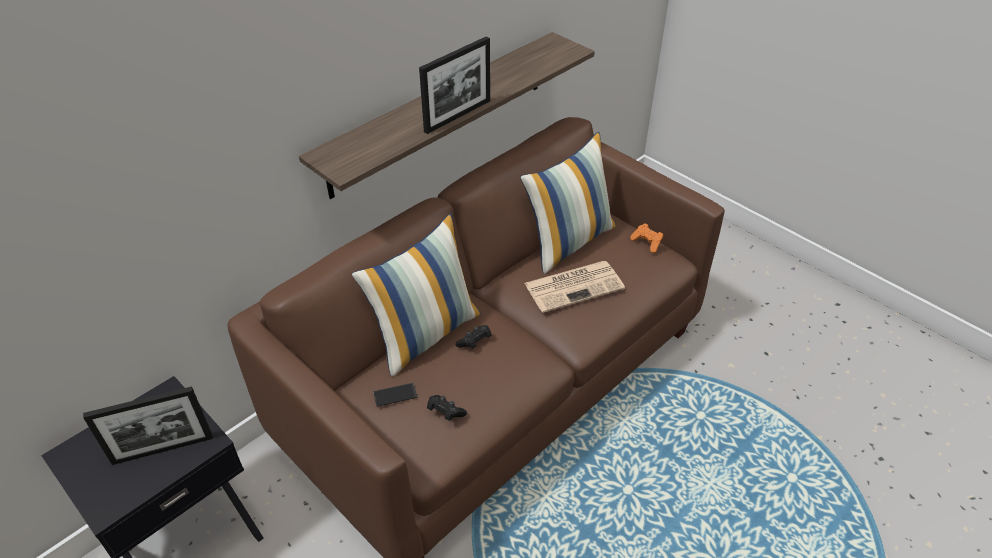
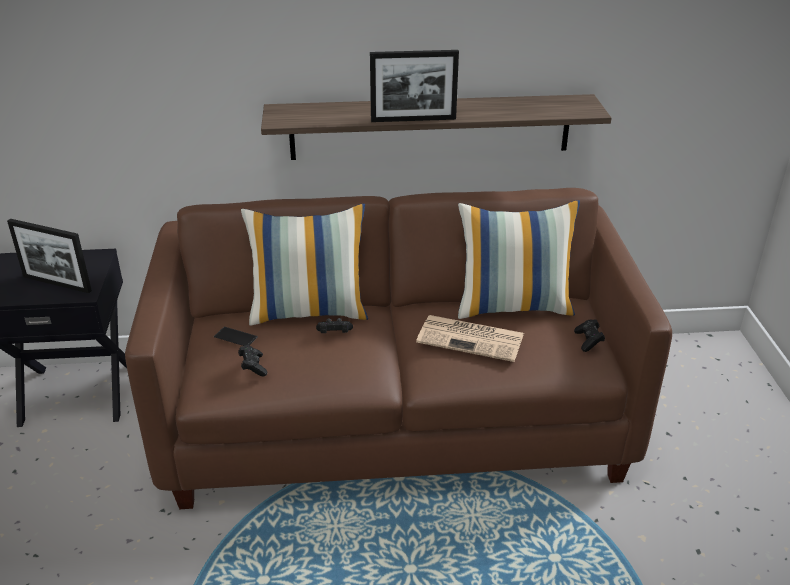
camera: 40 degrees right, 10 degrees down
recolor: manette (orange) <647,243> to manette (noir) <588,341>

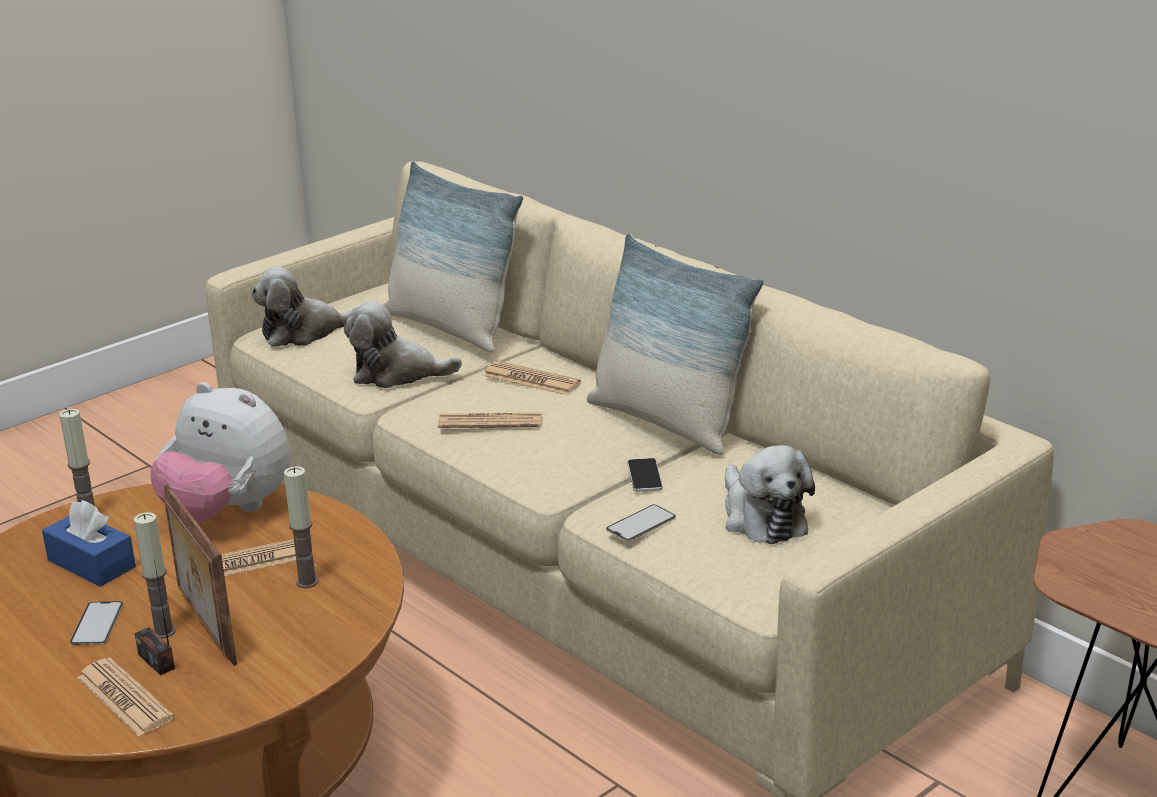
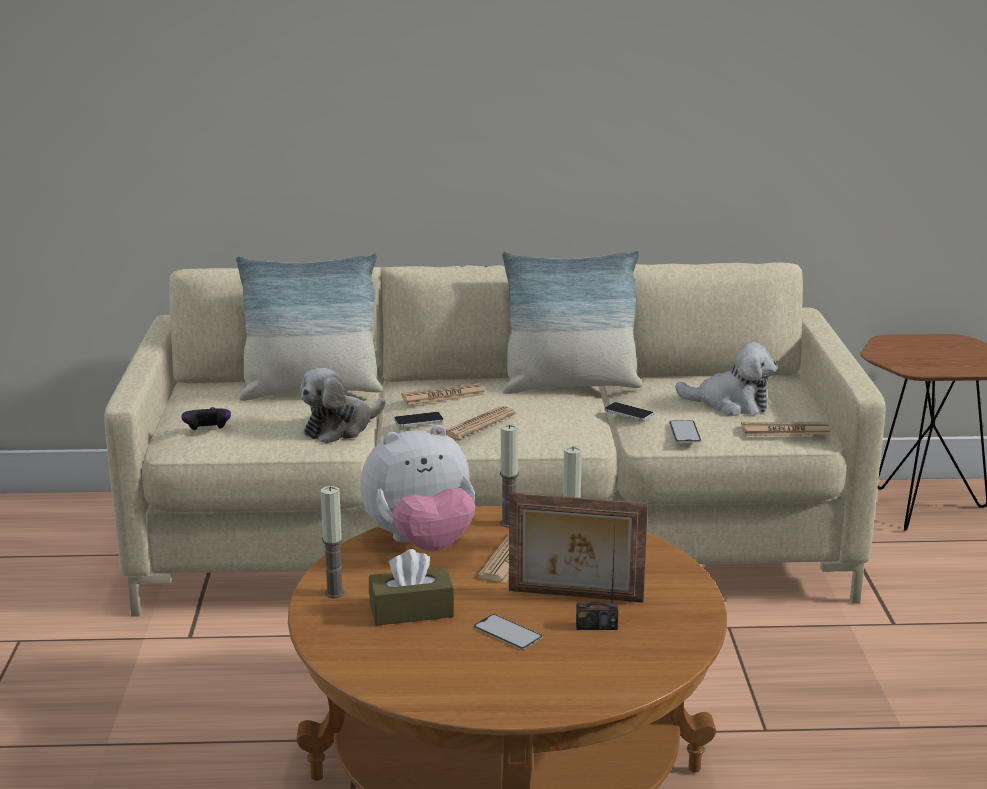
camera: 50 degrees left, 5 degrees down
insert: téléphone <418,420>
move: journal <124,698> to <785,430>; bougie <164,632> to <509,523>
replace: peluche <304,332> to manette <207,432>
recolor: boîte à mouchoirs (bleu) <91,564> to boîte à mouchoirs (marron) <411,611>

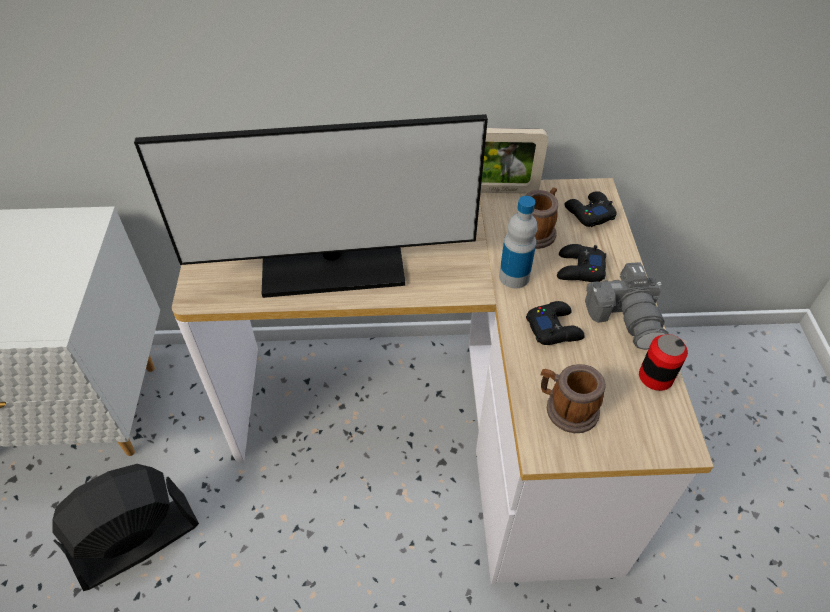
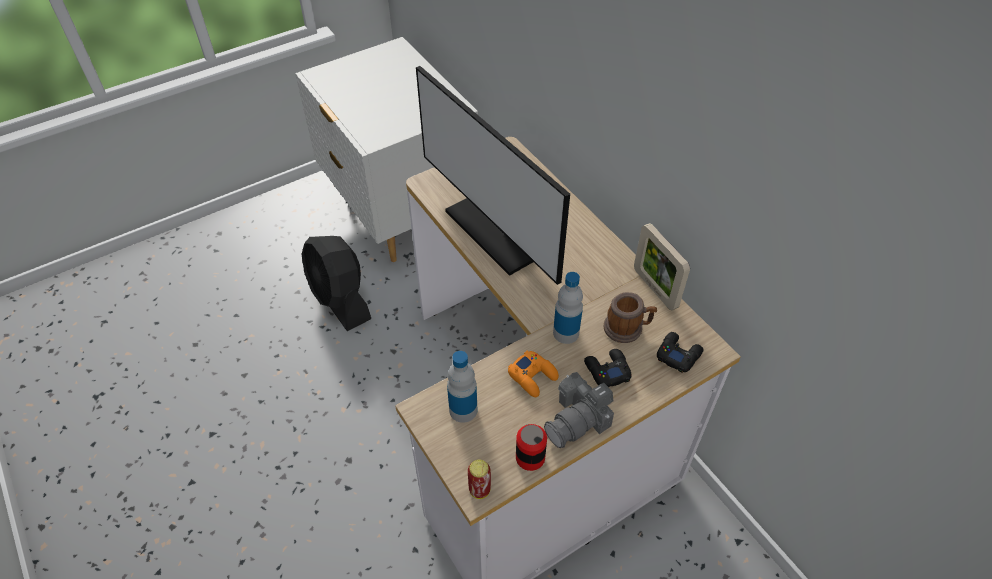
camera: 60 degrees right, 0 degrees up
insert: boîte métallique <479,490>
replace: mug <566,408> to bouteille <463,410>
recolor: manette (noir) <554,328> to manette (orange) <533,376>
rotate: ventilateur (noir) <136,542> = <340,300> 150 degrees counterclockwise

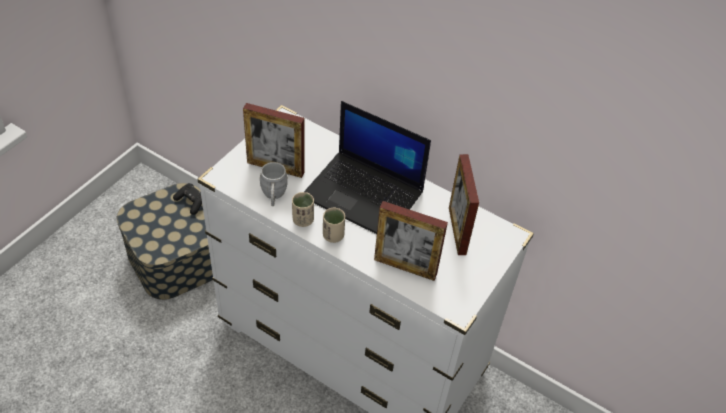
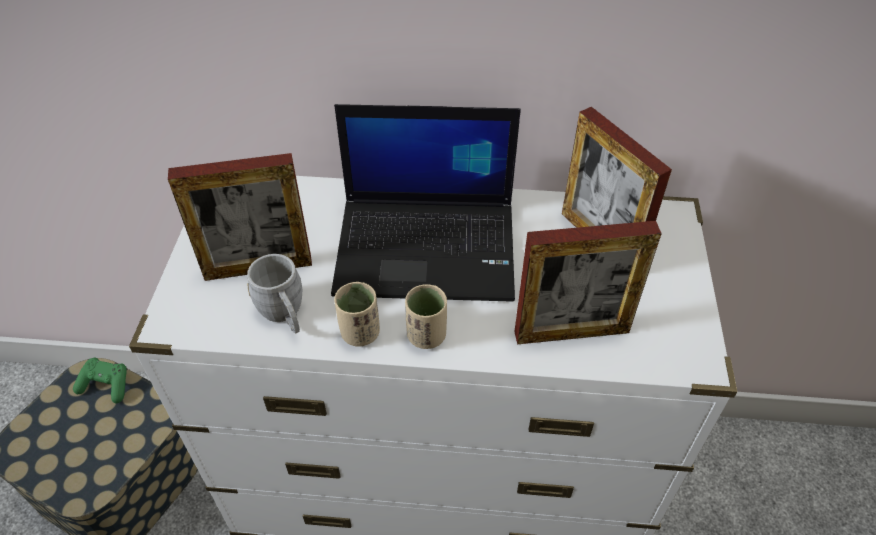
camera: 25 degrees left, 0 degrees up
recolor: manette (noir) <191,202> to manette (vert) <106,385>

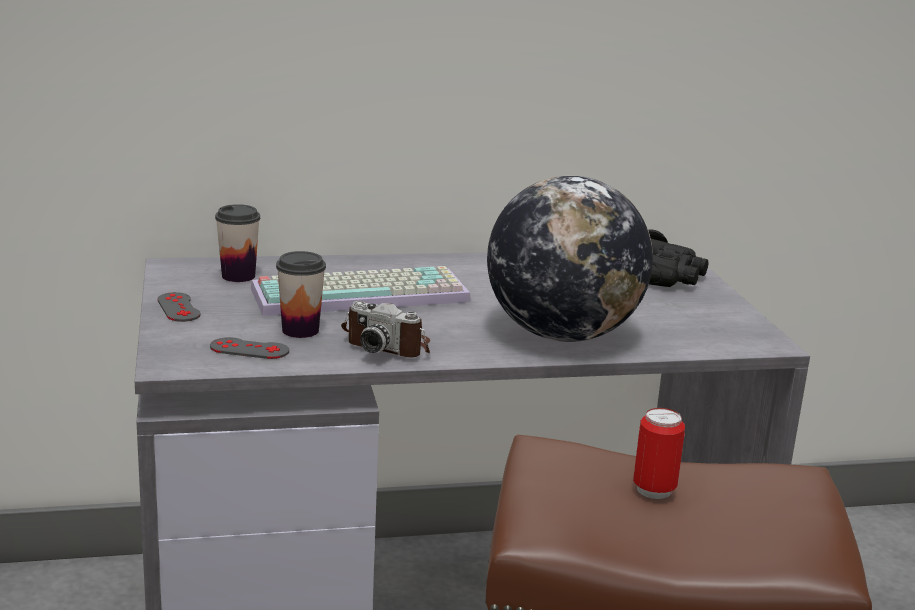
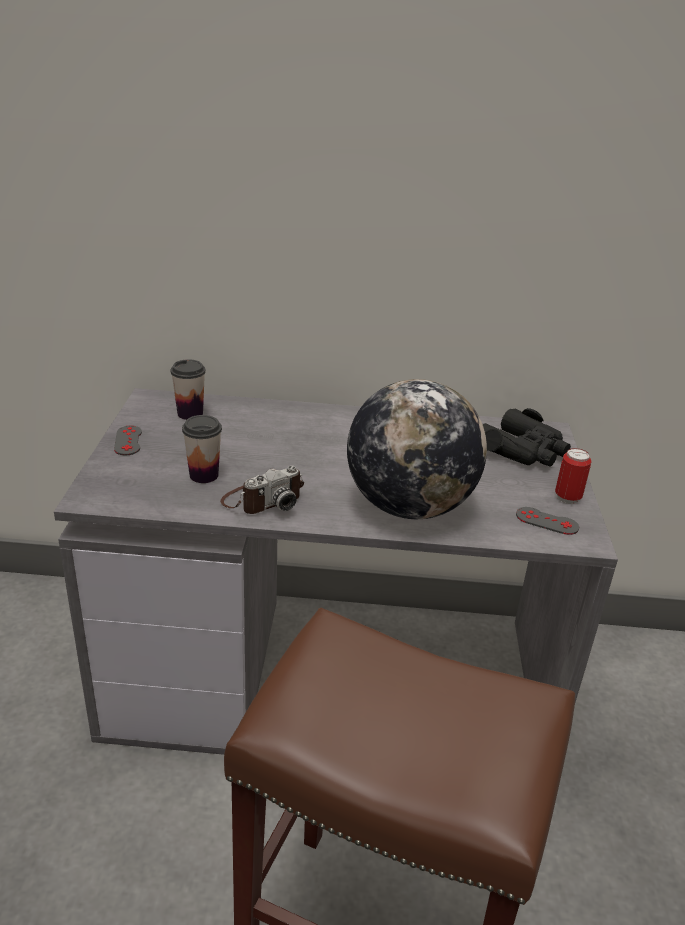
camera: 15 degrees right, 10 degrees up
delete: clavier <362,293>
move: manette (gris) <249,349> to <547,521>; boîte métallique <654,490> to <567,497>
rotate: appareil photo <389,345> = <263,499> 75 degrees counterclockwise

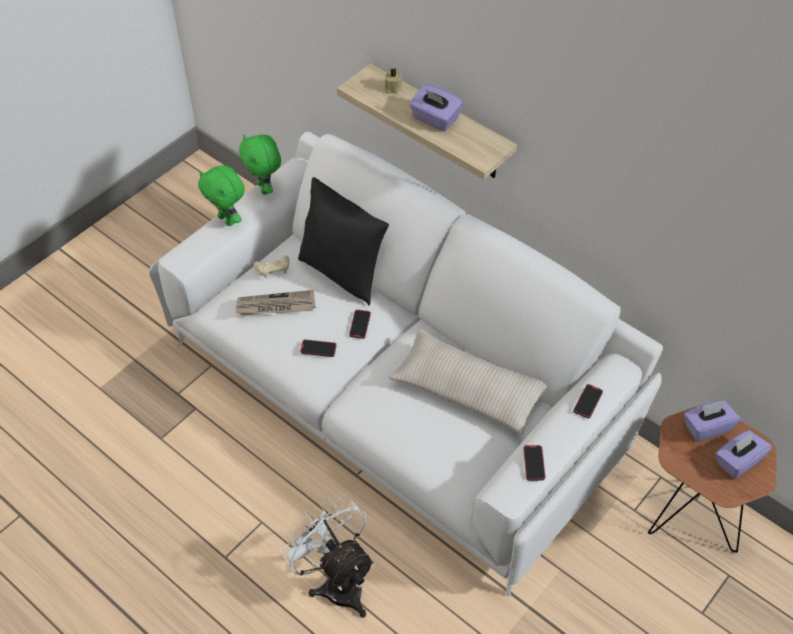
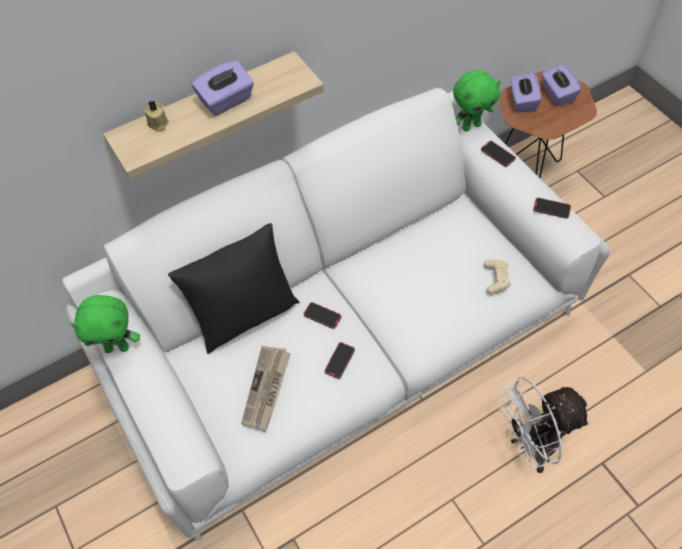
camera: 70 degrees left, 5 degrees up
delete: coussin (beige) <468,389>
move: peluche (vert) <227,220> to <471,126>; manette (beige) <273,269> to <496,279>

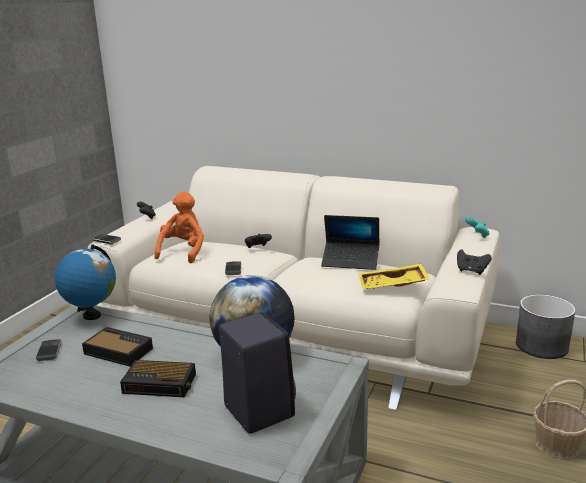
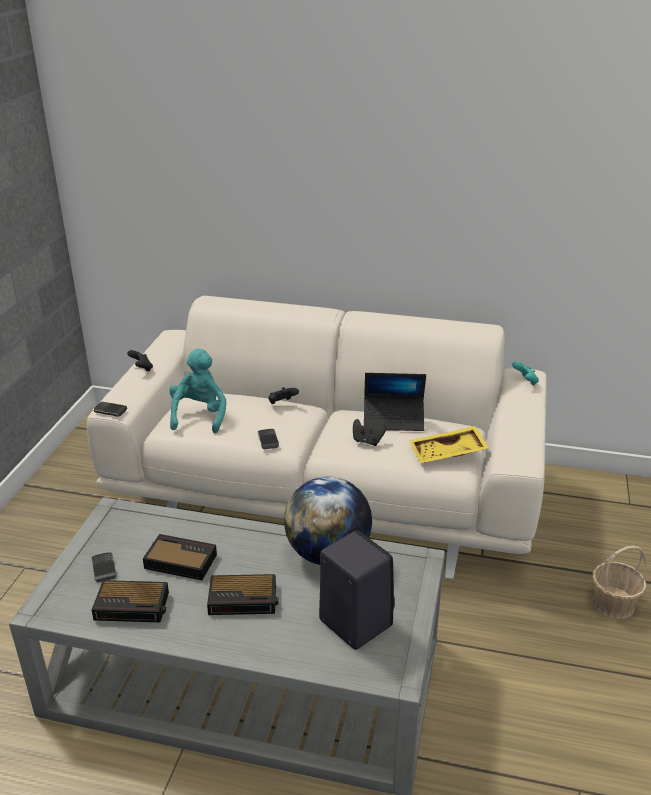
camera: 10 degrees left, 10 degrees up
delete: globe <92,315>; cache-pot (gris) <542,346>
insert: réveil <133,606>
move: manette (noir) <471,271> to <367,441>
recolor: peluche (orange) <183,251> to peluche (turquoise) <199,415>

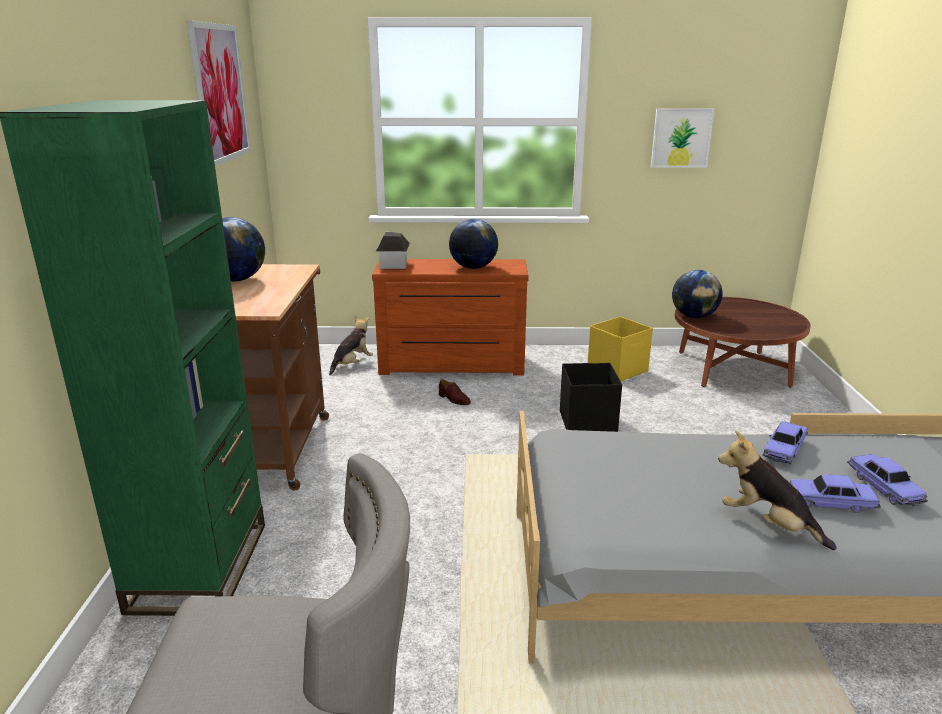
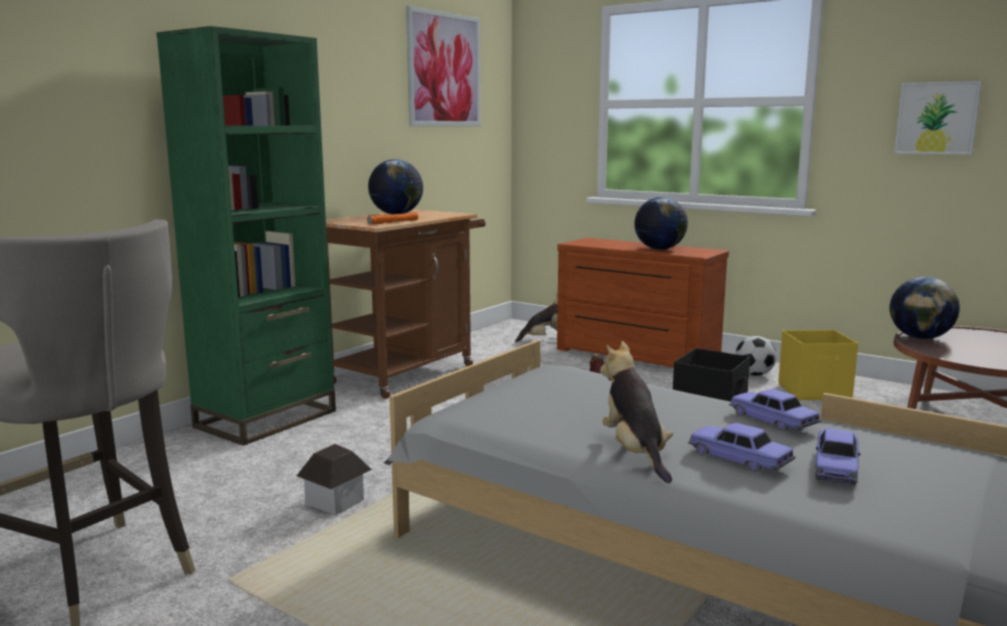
camera: 35 degrees right, 10 degrees down
insert: lampe de poche (orange) <393,222>; ballon de foot <754,374>
move: maison miniature <393,265> to <335,501>
rotate: petite voiture <784,450> = <772,421> 75 degrees clockwise

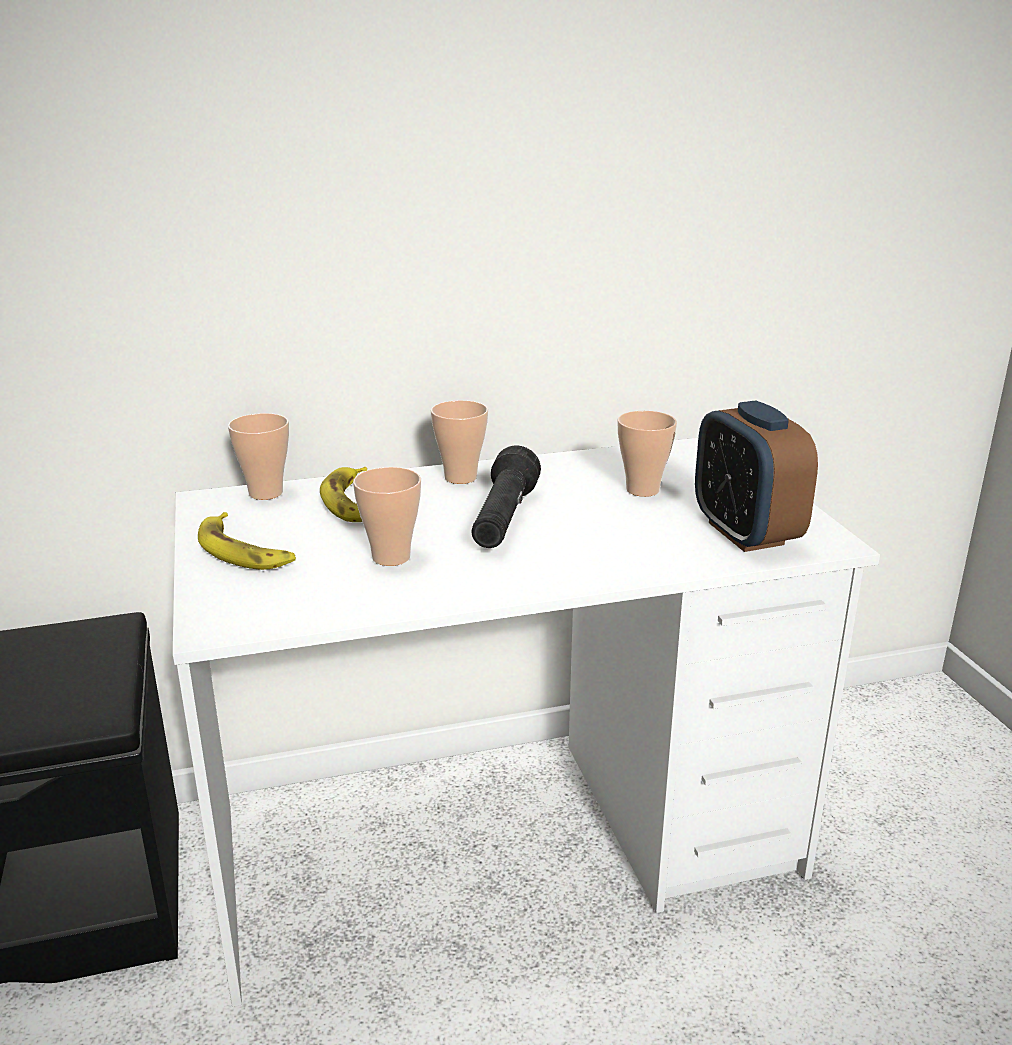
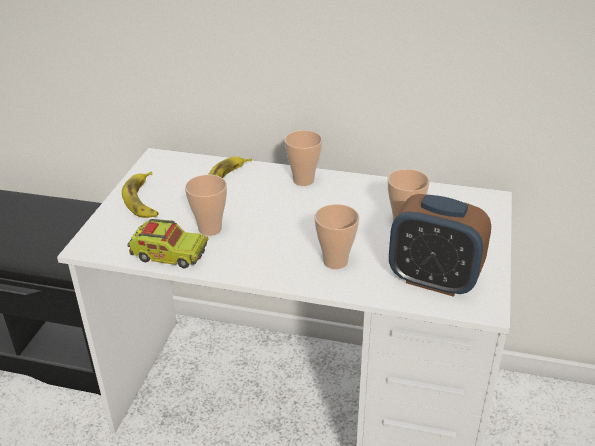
camera: 30 degrees right, 10 degrees up
delete: lampe de poche (noir) <503,520>
insert: camion jouet <169,255>
move: tasse <266,493> to <335,261>
rotate: réveil <745,533> = <434,280> 75 degrees counterclockwise

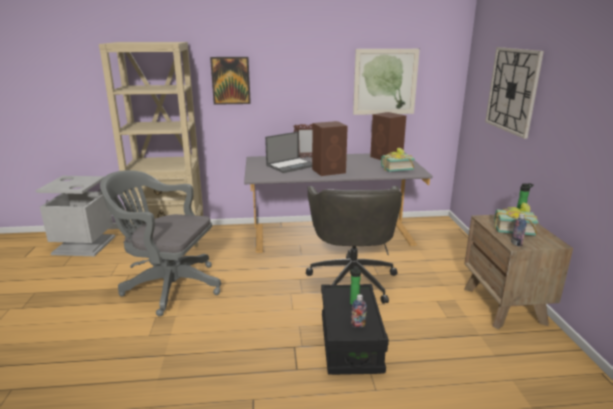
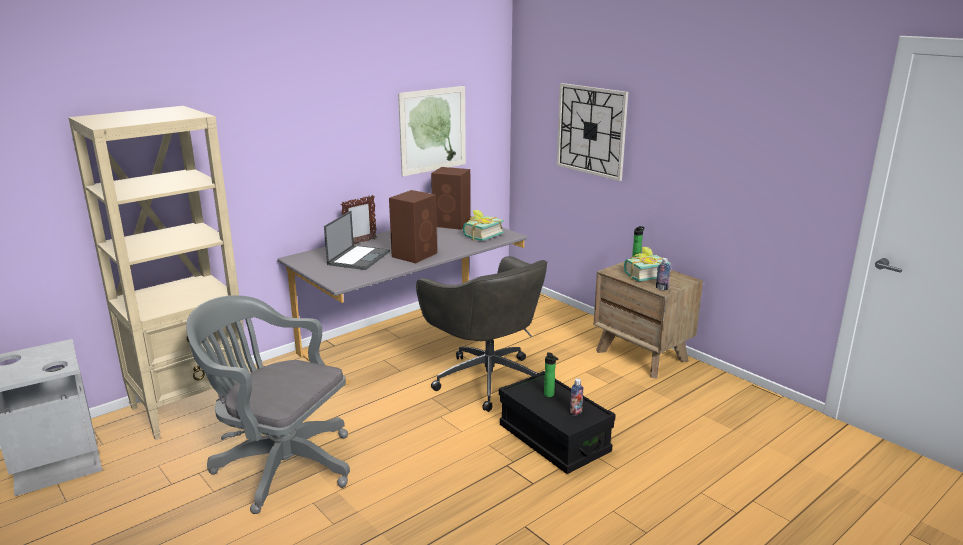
camera: 35 degrees left, 0 degrees up
delete: tableau <230,80>
rotate: chaise de bureau (gris) <168,286> = <279,464> 45 degrees clockwise

